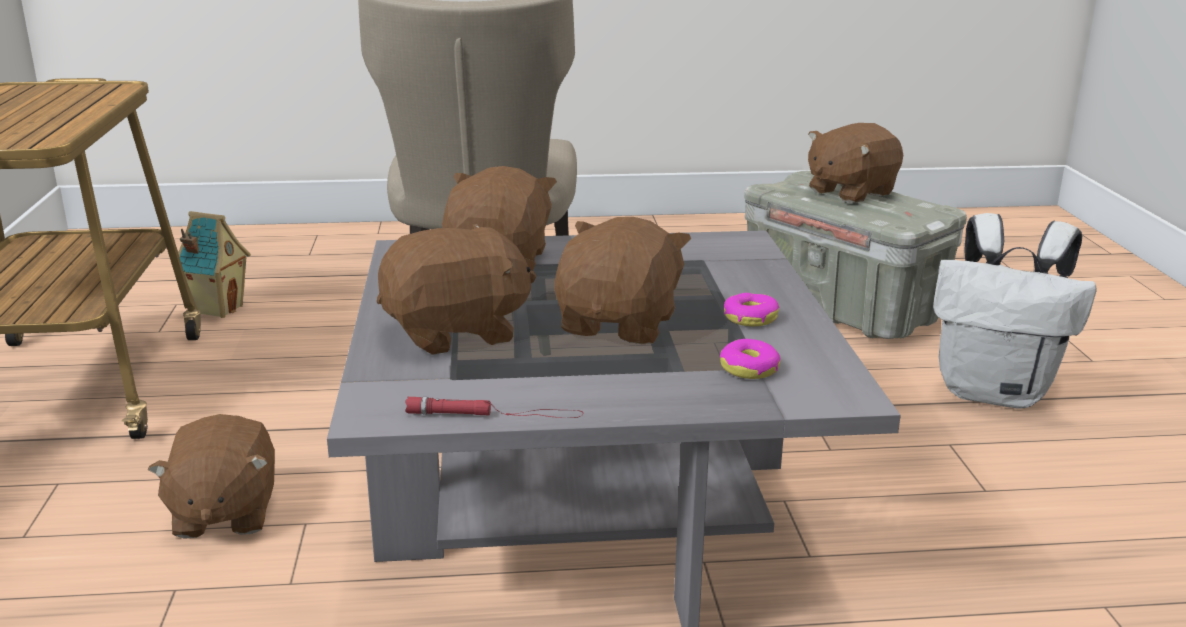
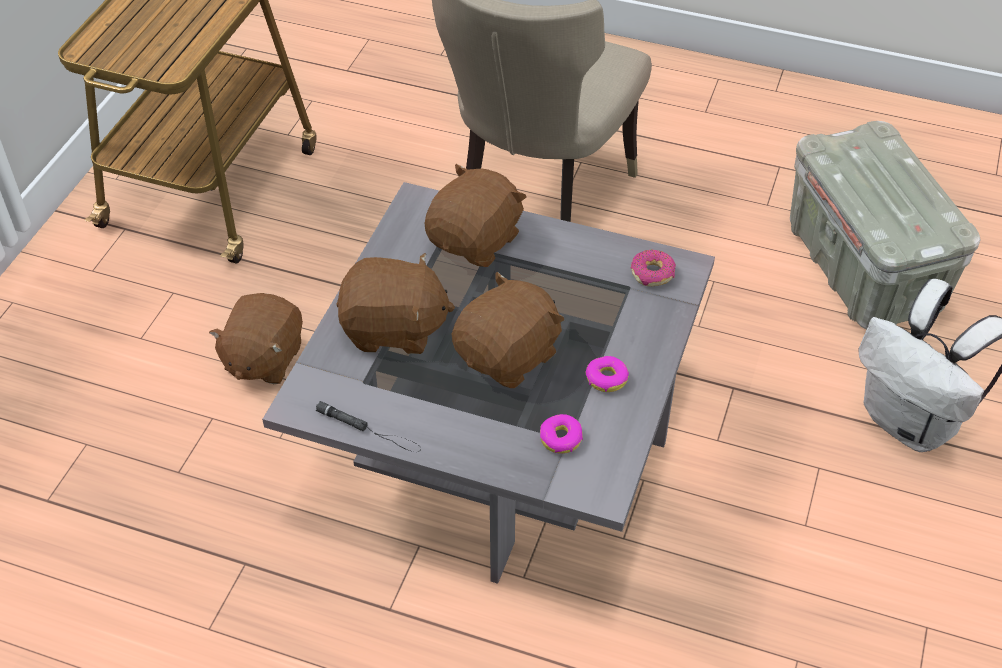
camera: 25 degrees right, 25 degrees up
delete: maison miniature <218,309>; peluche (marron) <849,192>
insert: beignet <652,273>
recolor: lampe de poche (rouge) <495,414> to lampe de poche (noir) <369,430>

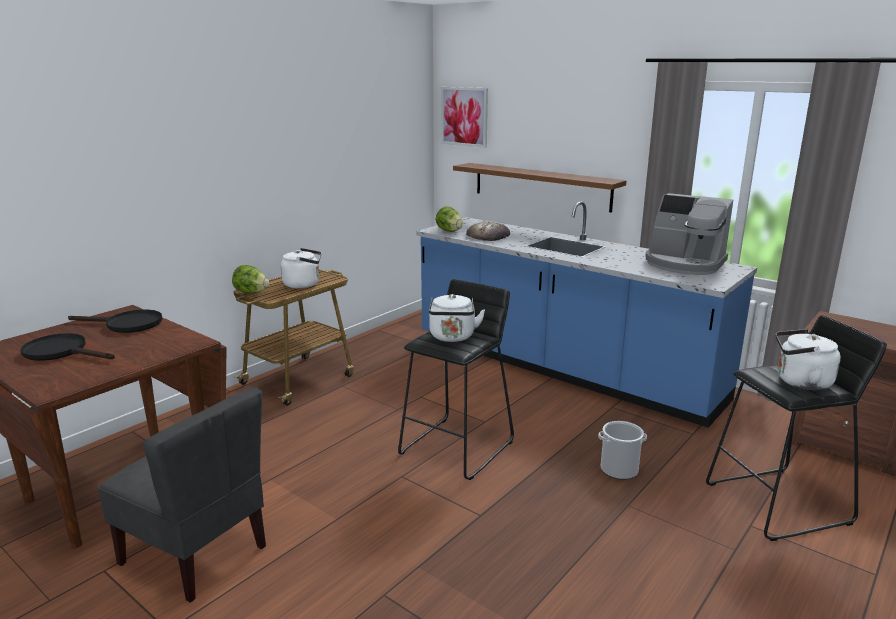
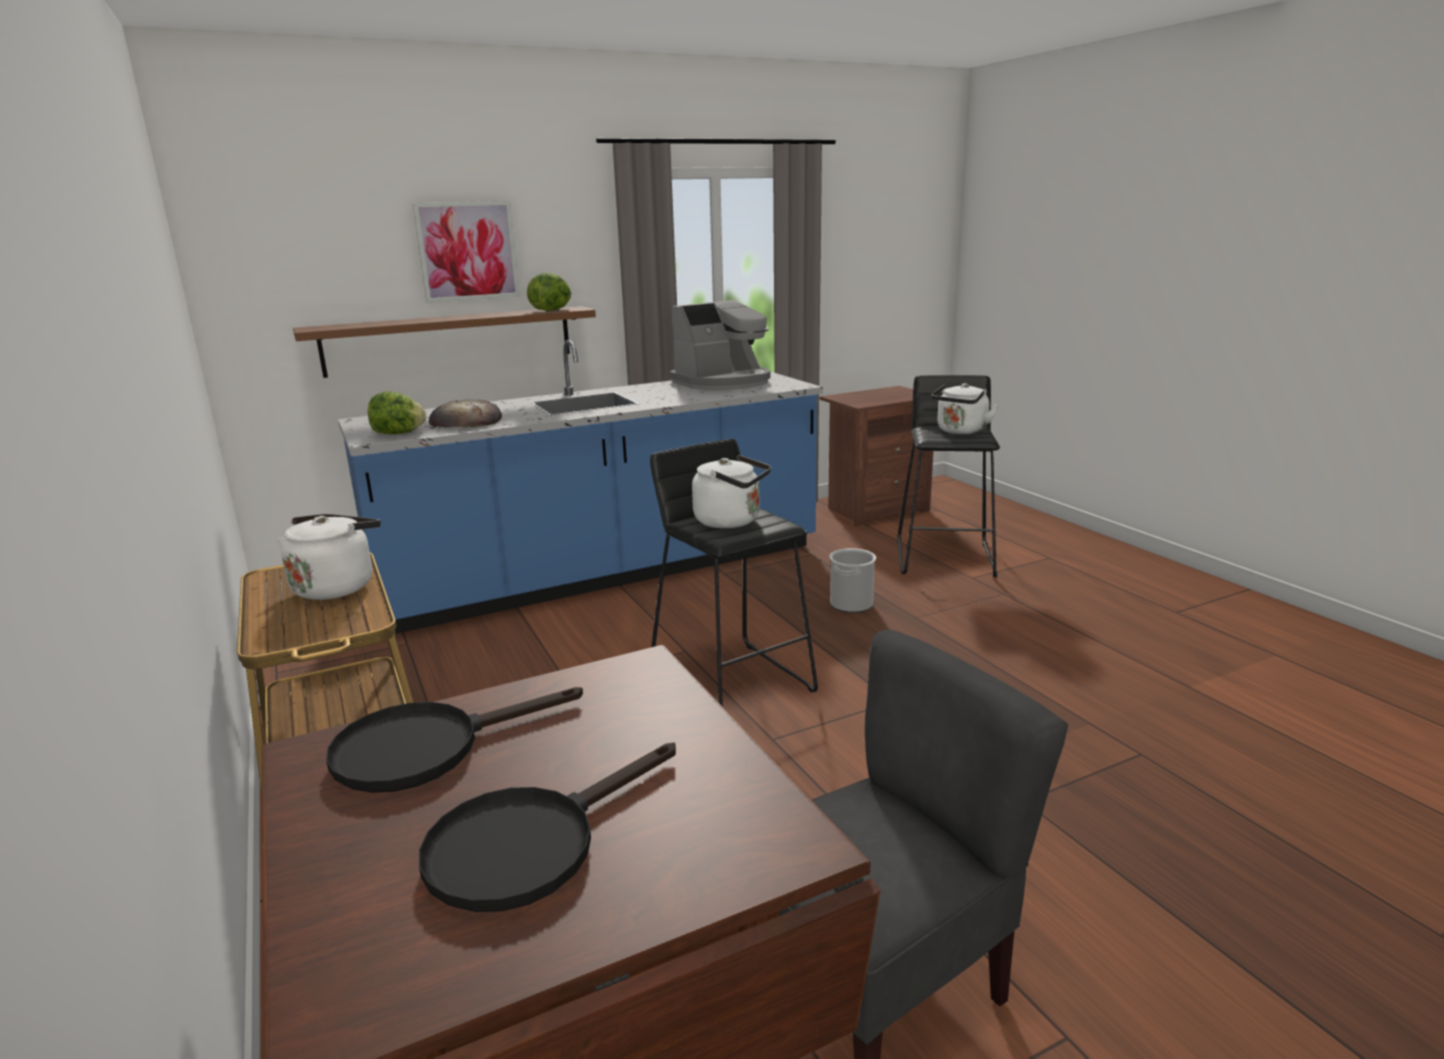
camera: 65 degrees left, 0 degrees up
move: laitue <251,293> to <552,310>; tableau <464,116> to <467,251>
rotate: poêle (noir) <127,324> = <427,747> 150 degrees counterclockwise

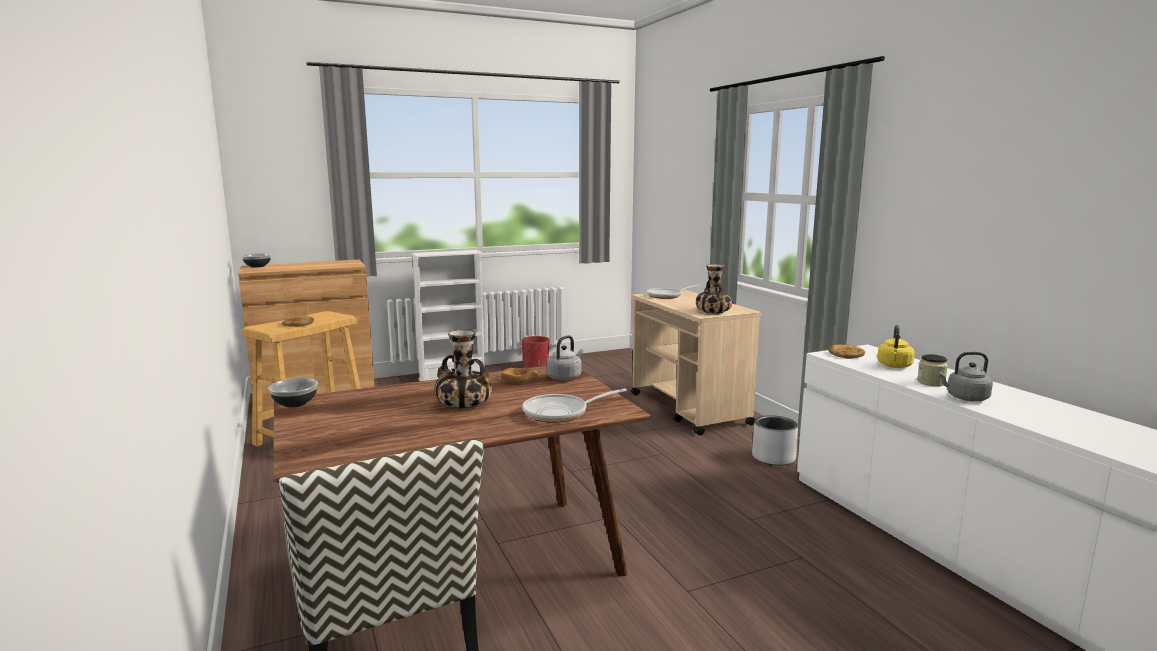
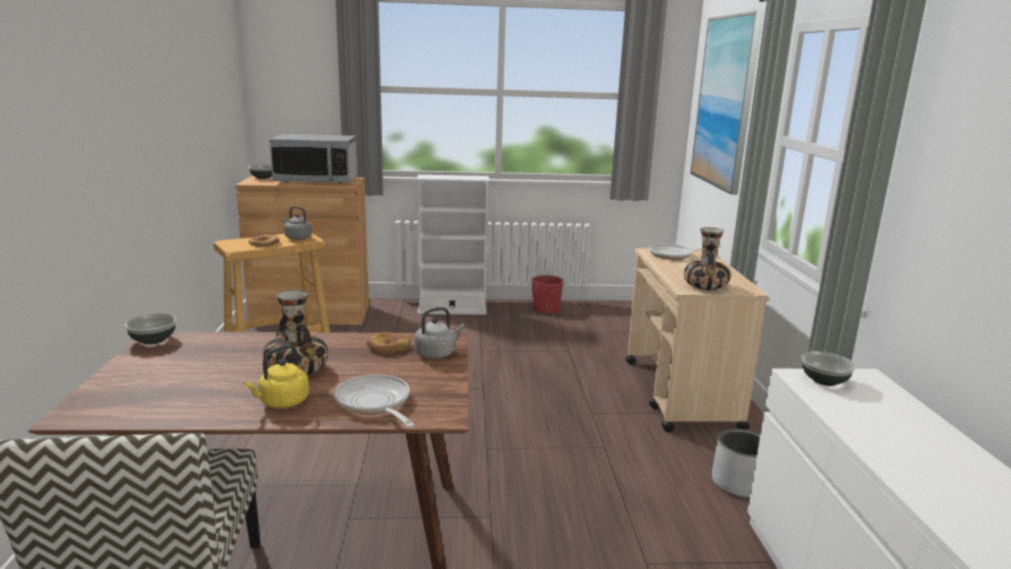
camera: 20 degrees right, 5 degrees up
delete: bocal <931,382>
insert: micro-ondes <316,180>; tableau <725,102>
move: bouilloire (jaune) <894,366> to <282,402>; bouilloire (gris) <965,398> to <297,238>
replace: pain <846,354> to bol <825,380>
rotate: poêle <561,413> = <375,404> 60 degrees clockwise

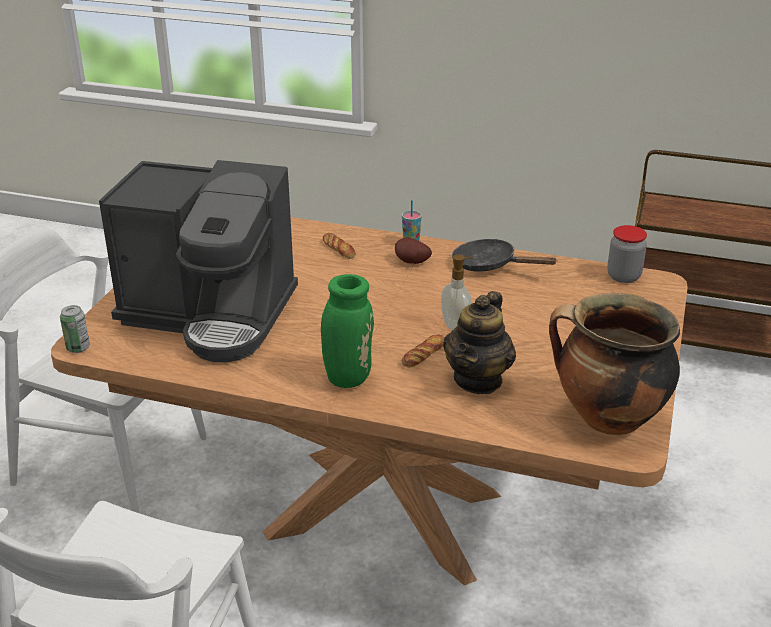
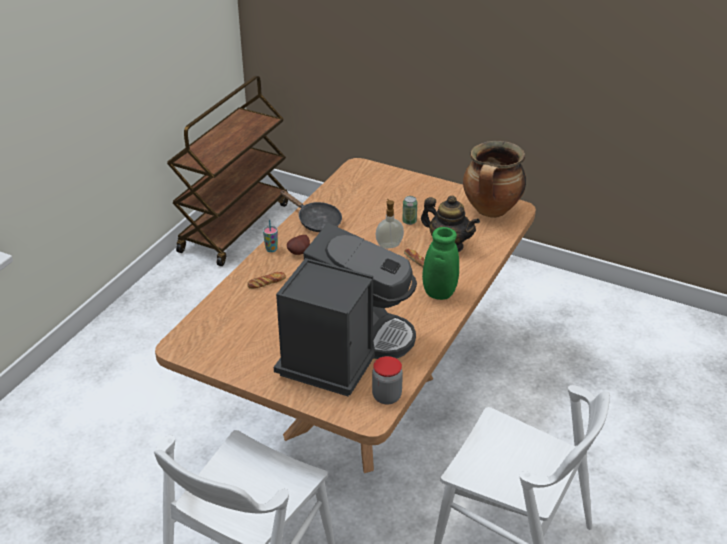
camera: 80 degrees left, 5 degrees up
move: boîte métallique <78,348> to <409,221>; bocal <623,276> to <386,396>
rotate: poêle (noir) <490,265> = <316,221> 90 degrees counterclockwise

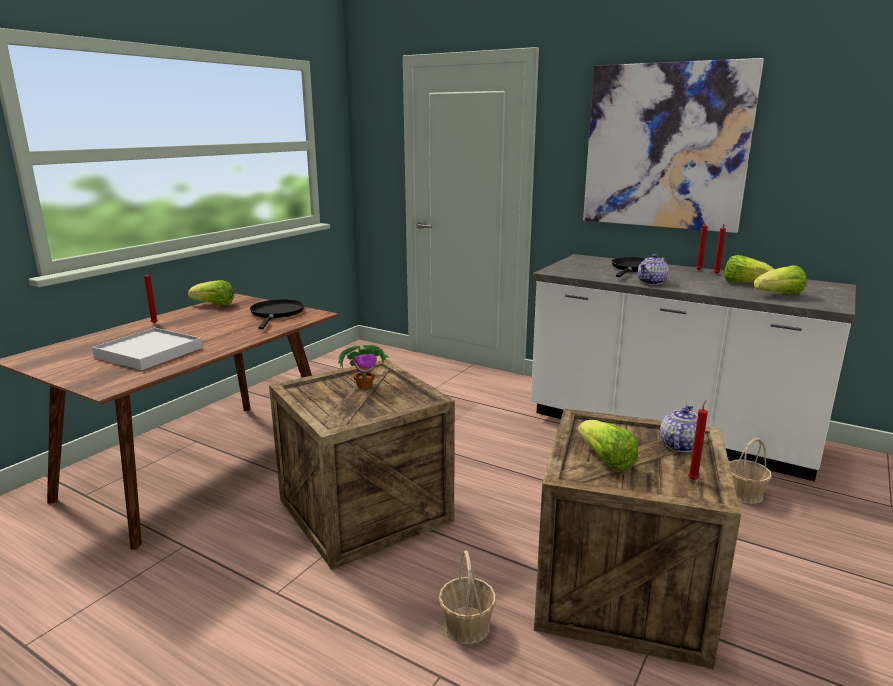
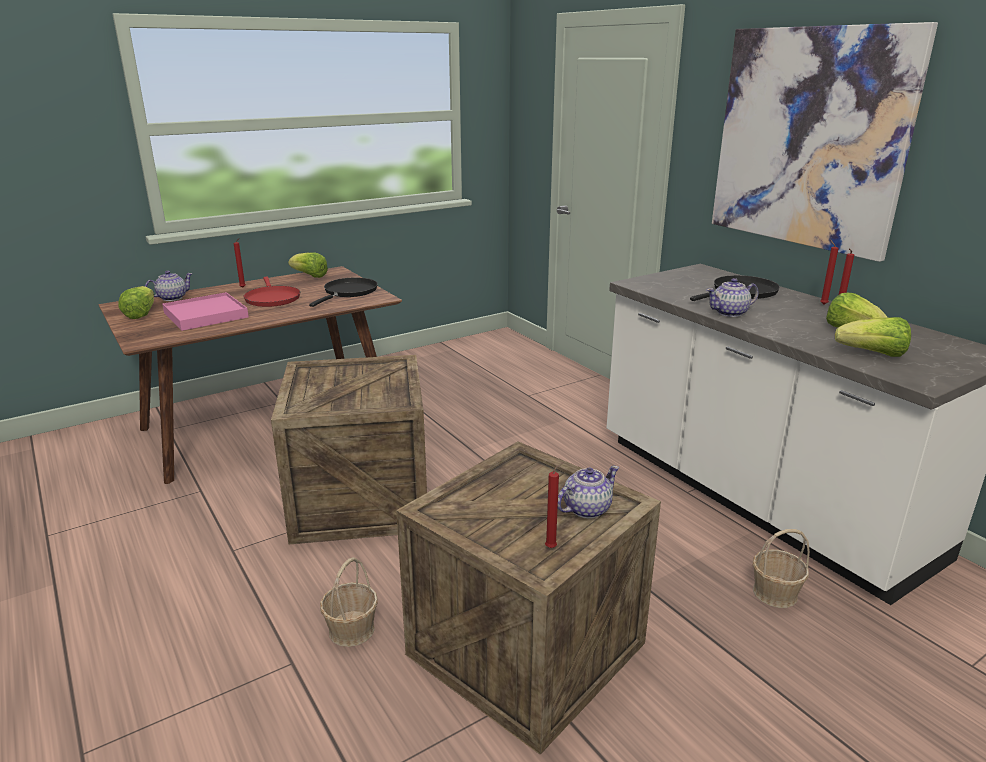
camera: 25 degrees right, 5 degrees up
delete: plante en pot <365,385>
insert: théière <172,298>; poêle (rouge) <272,298>
move: laitue <605,460> to <141,314>
recolor: plateau (blanc) <149,352> to plateau (rose) <206,315>

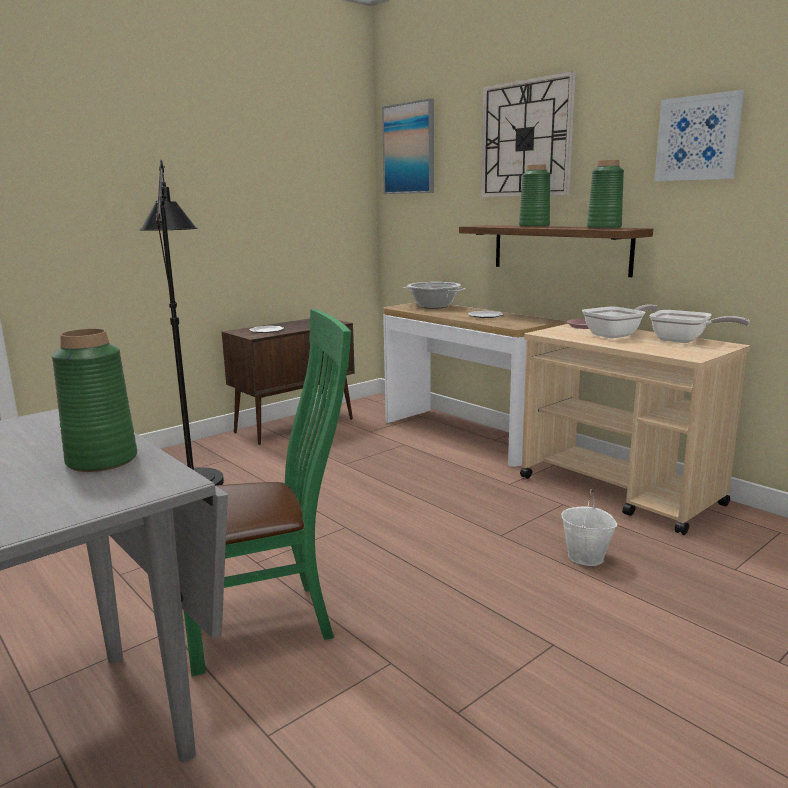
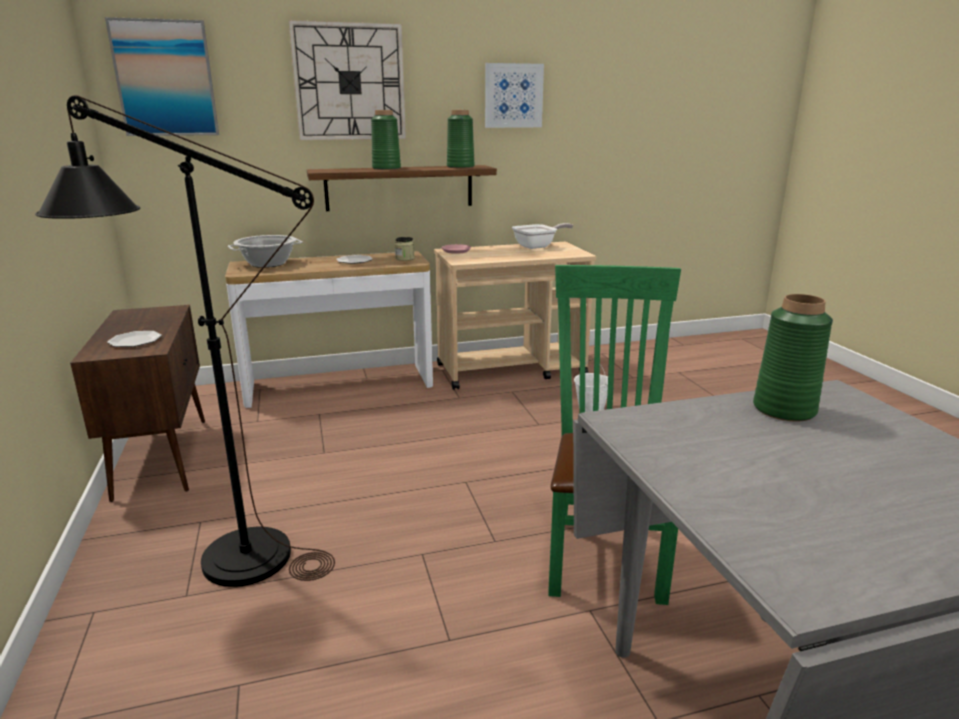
camera: 65 degrees left, 5 degrees up
delete: poêle <616,335>
insert: bocal <404,258>

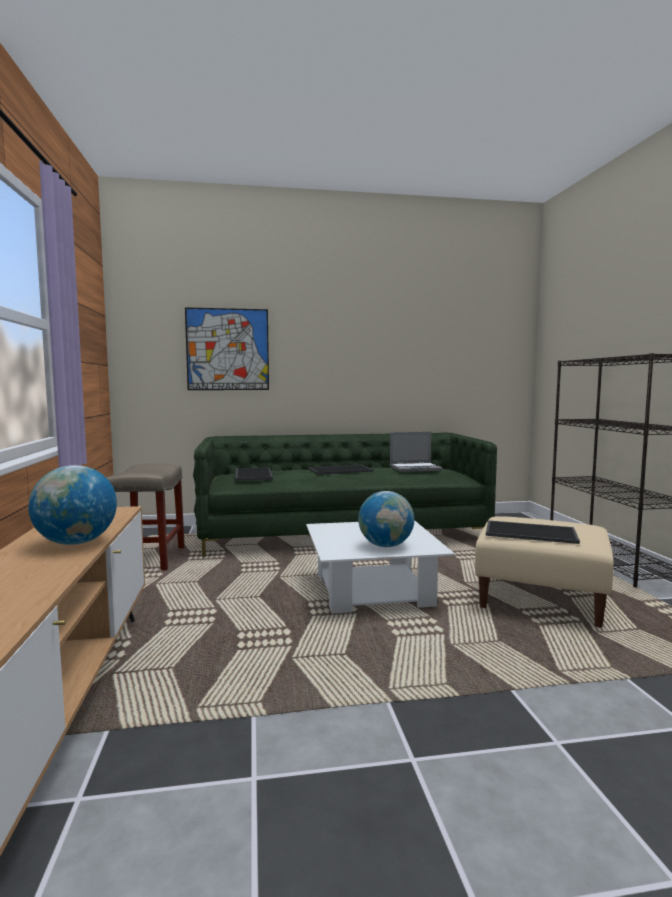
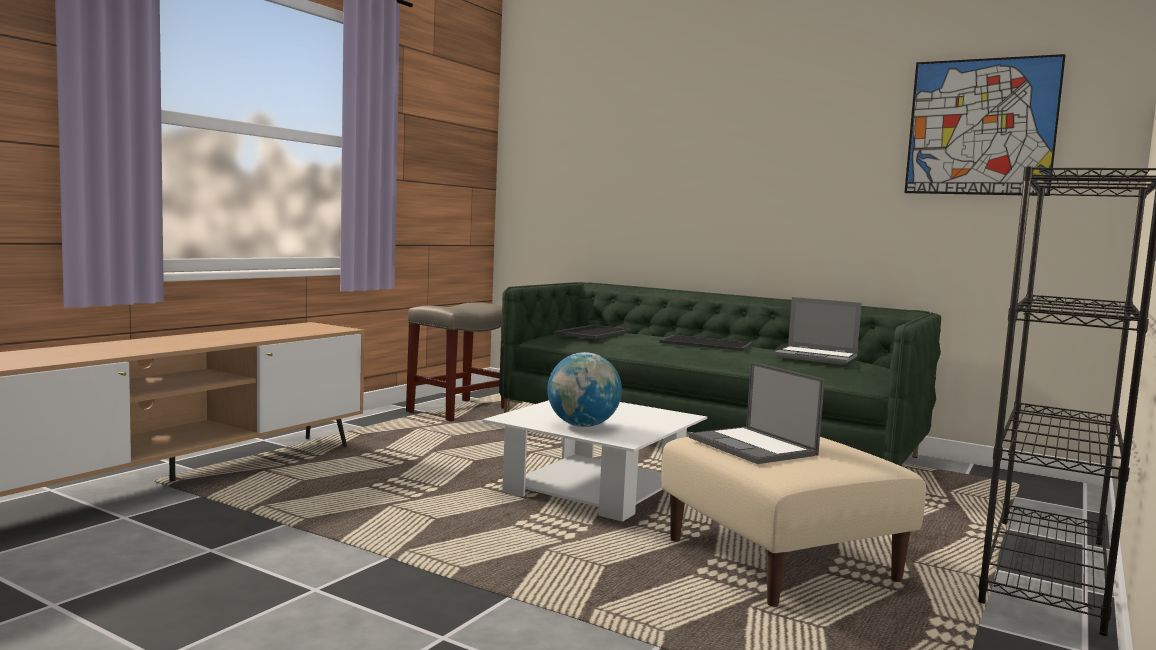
camera: 40 degrees right, 0 degrees up
delete: globe <76,543>
move: tableau <227,349> to <981,127>
replace: plateau <531,532> to ordinateur portable <753,446>

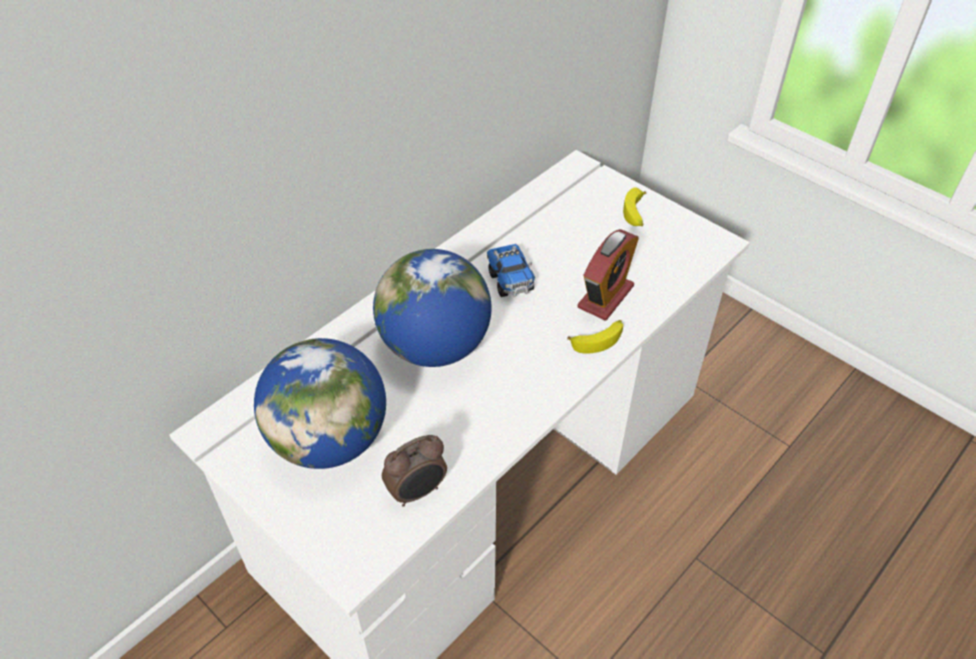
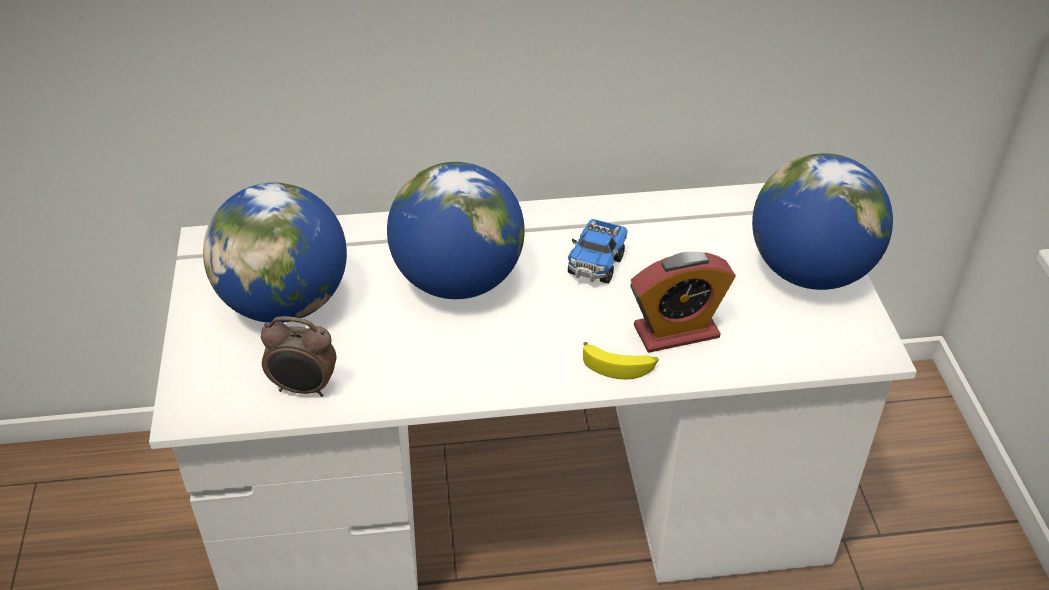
camera: 40 degrees right, 5 degrees down
replace: banane <636,213> to globe <810,272>

